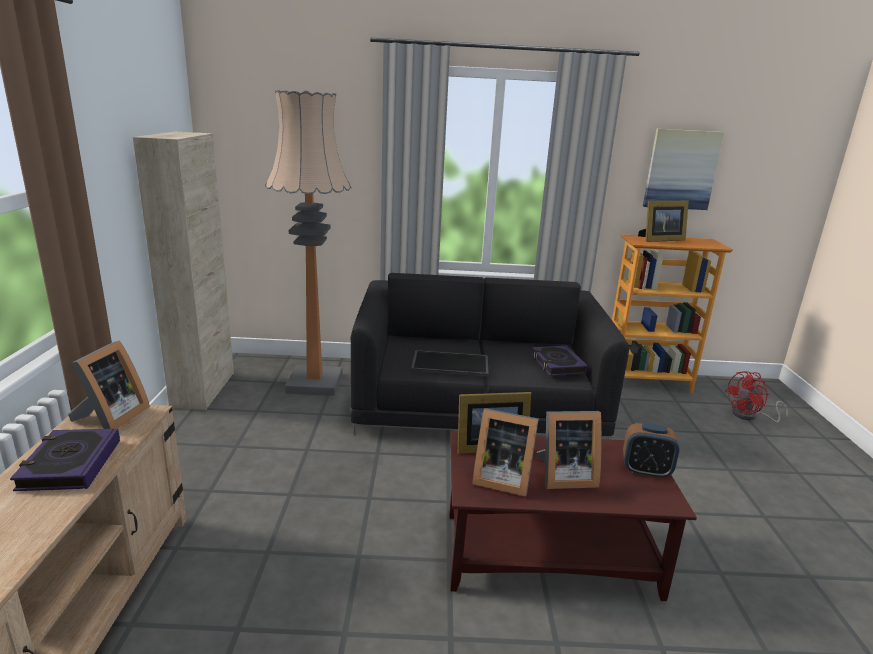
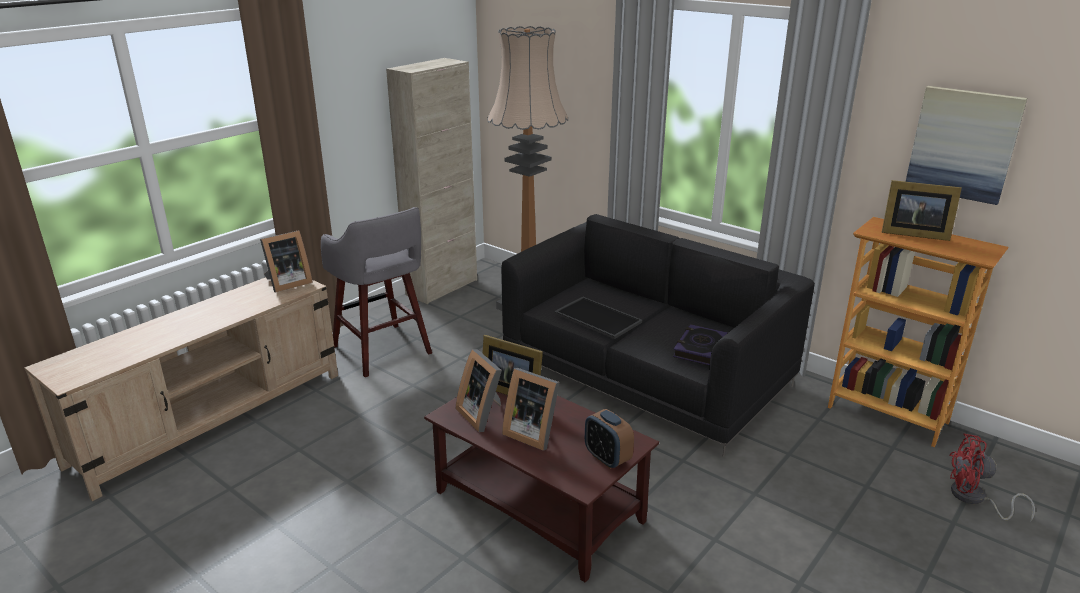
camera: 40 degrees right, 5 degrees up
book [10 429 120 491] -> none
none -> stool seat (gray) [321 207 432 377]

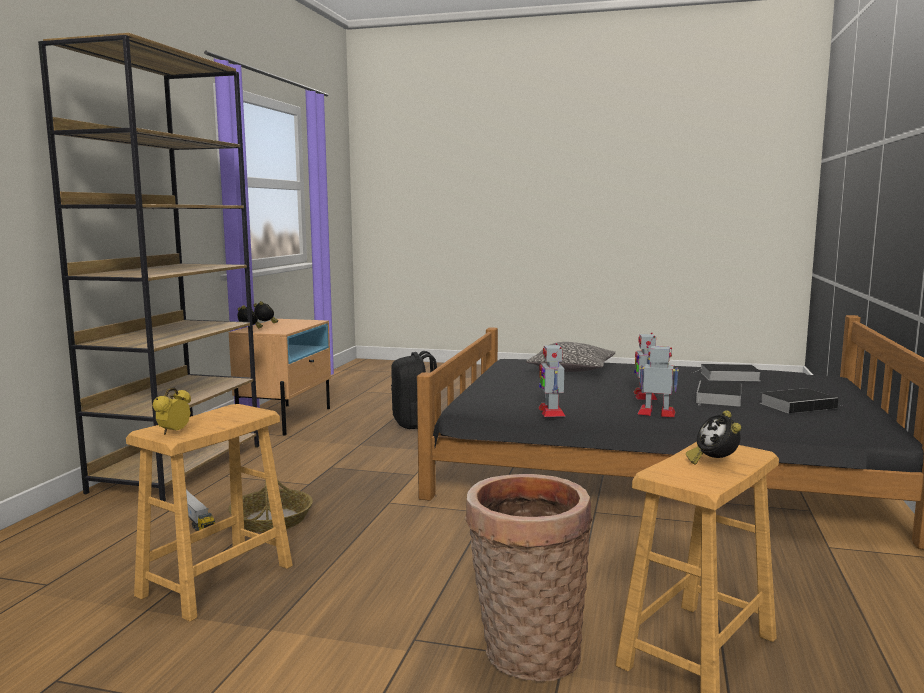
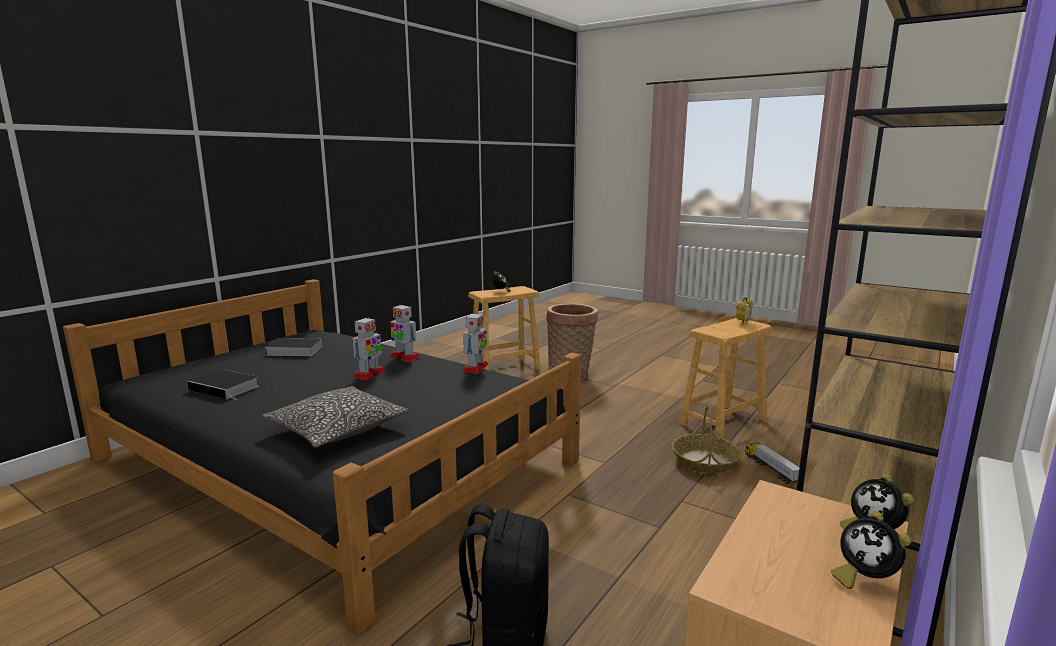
camera: 160 degrees left, 5 degrees up
book [696 380 741 407] -> none

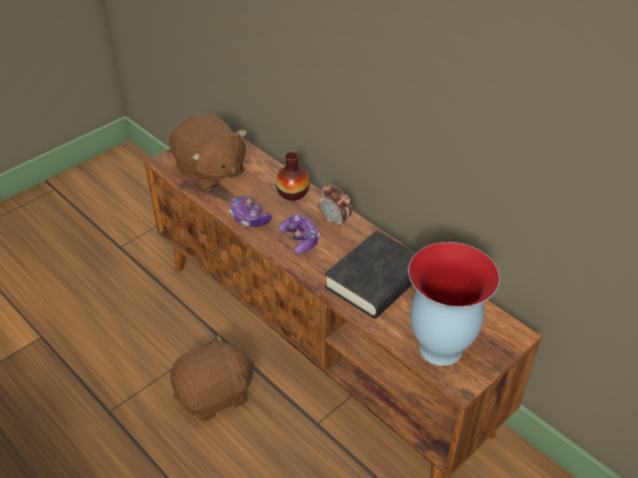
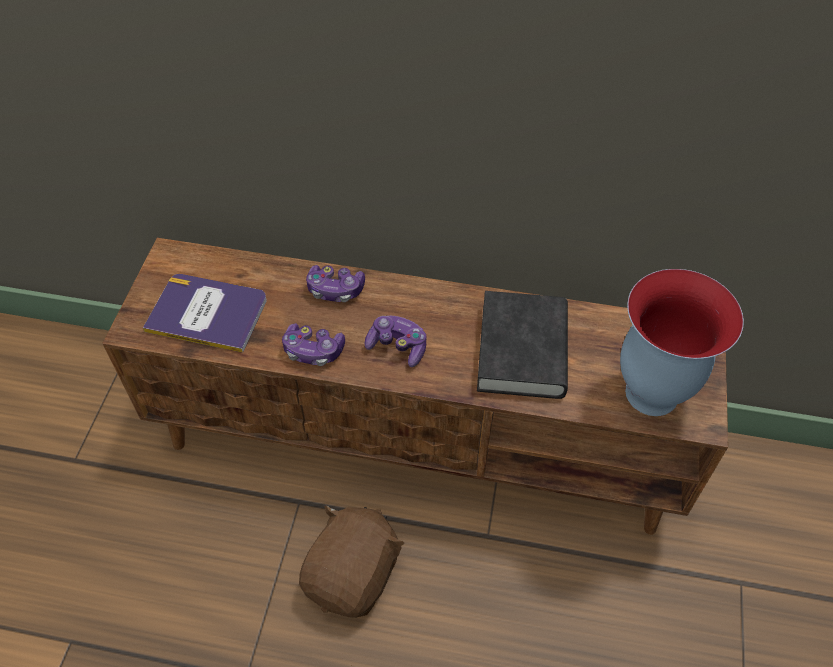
camera: 35 degrees left, 10 degrees up
bedside clock [319 184 352 228] -> none
cuddly toy (brown) [169 114 247 191] -> book [143 274 267 353]
vase [276 152 310 201] -> game controller [306 265 365 302]

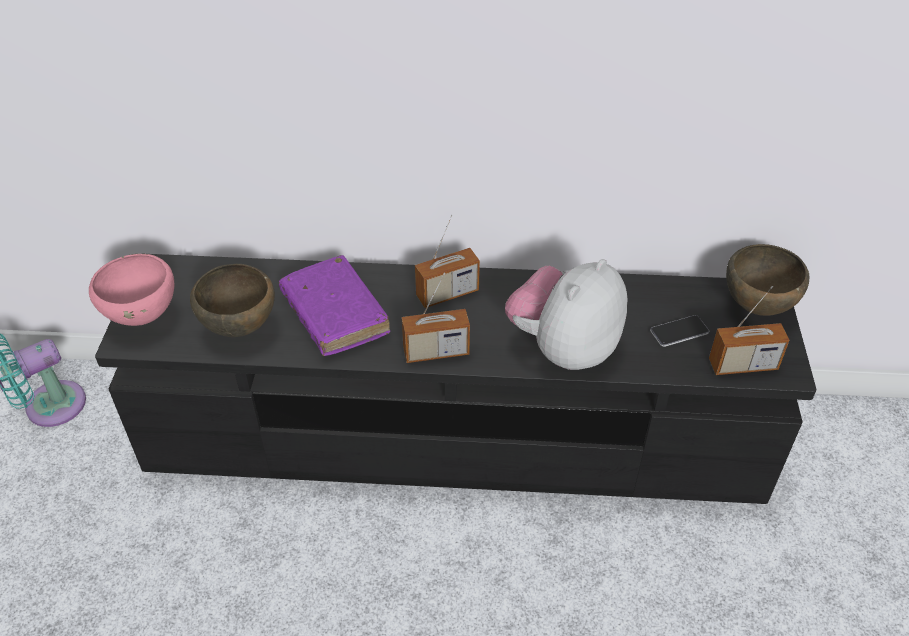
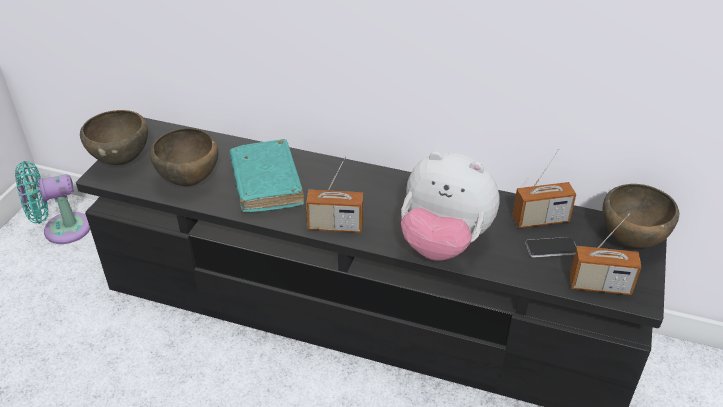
camera: 15 degrees right, 5 degrees down
radio set [415 215 480 308] -> radio set [512 149 576 228], shifted
serving bowl (pink) [89 254 174 326] -> serving bowl (brown) [80 110 148 165]
book (purple-coloured) [279 255 390 356] -> book (turquoise) [229 139 304 212]
cuddly toy [505 259 628 370] -> cuddly toy [401 151 500 261], 120 degrees counterclockwise

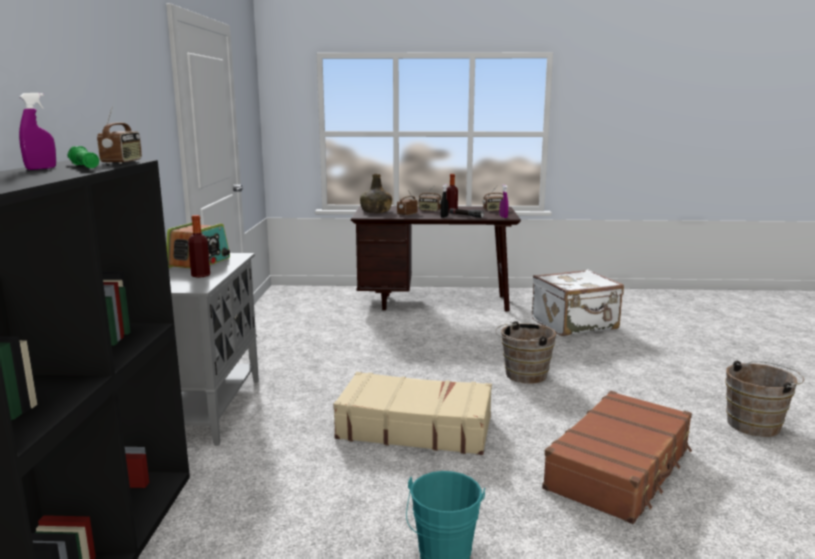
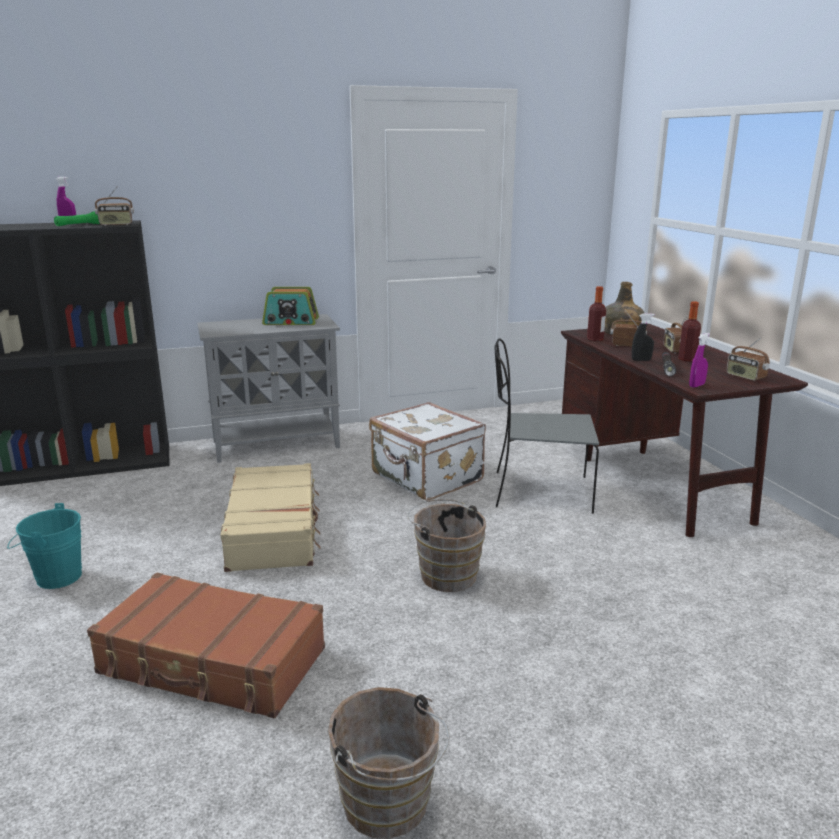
camera: 70 degrees right, 5 degrees up
none -> chair (gray) [494 338 599 514]
drink bottle [188 215 210 278] -> drink bottle [587 286 606 341], shifted
piece of luggage (white) [532 269 624 336] -> piece of luggage (white) [369 402 486 501], shifted

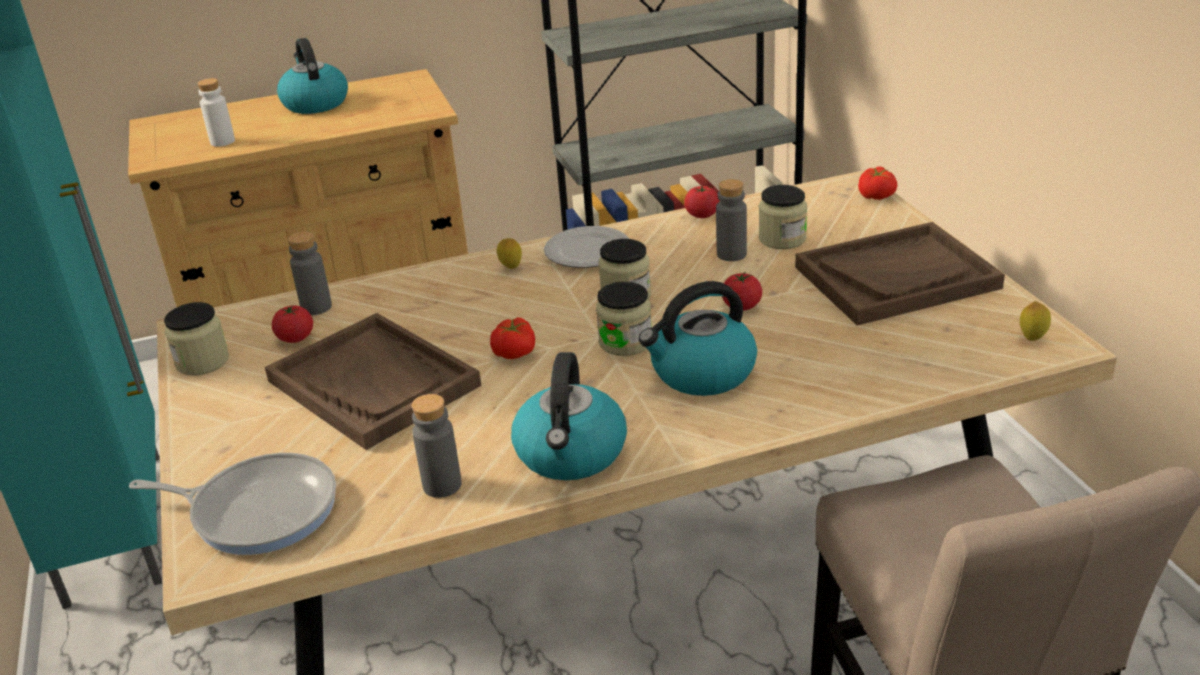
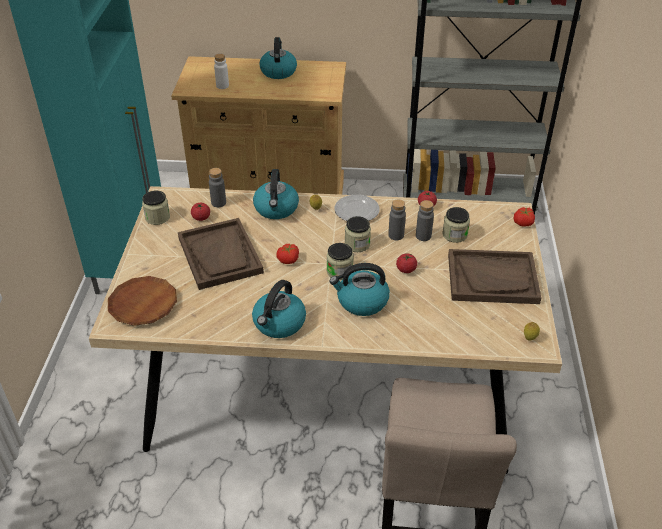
camera: 20 degrees right, 10 degrees up
none -> tea kettle [253 169 299 219]
drink bottle (gray) [411 394 462 498] -> drink bottle (gray) [388 199 406 240], shifted
pan [129 453 336 555] -> dinner plate (brown) [108 276 177 326]

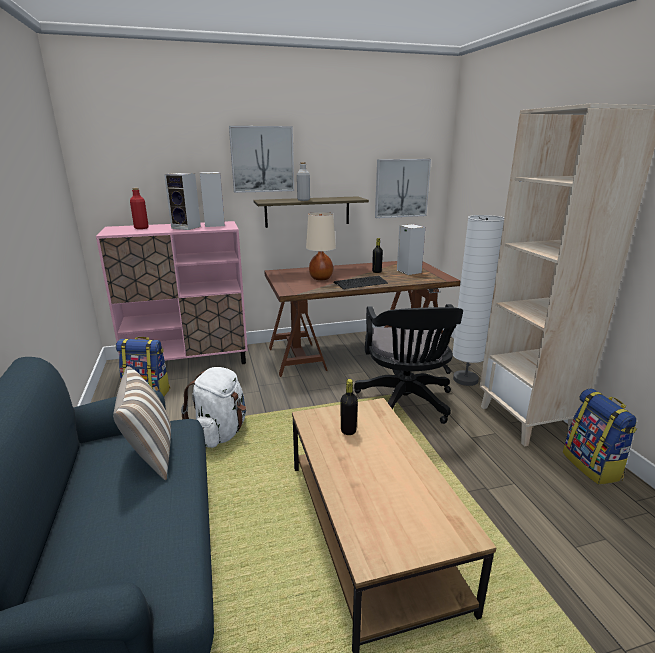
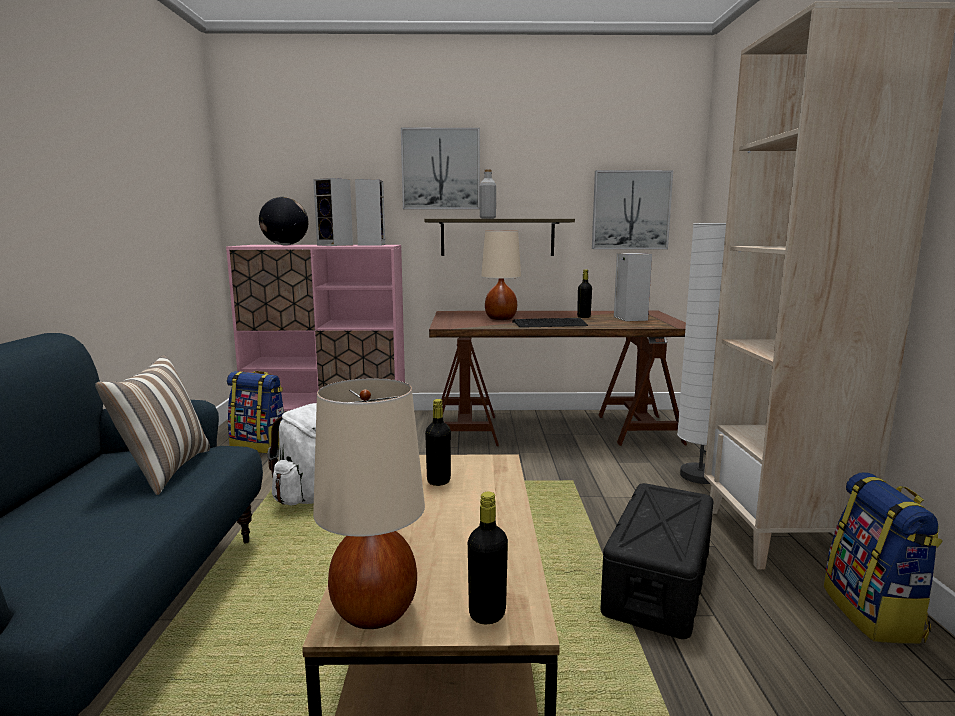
camera: 15 degrees right, 10 degrees down
office chair (black) [354 304 463 424] -> none
none -> tabletop lamp (beige-coloured) [313 378 425 629]
none -> drink bottle (black) [468 492 508 624]
none -> storage container (black) [600 483 713 639]
drink bottle (reddish) [130 188 149 229] -> desk globe [259 197 308 245]

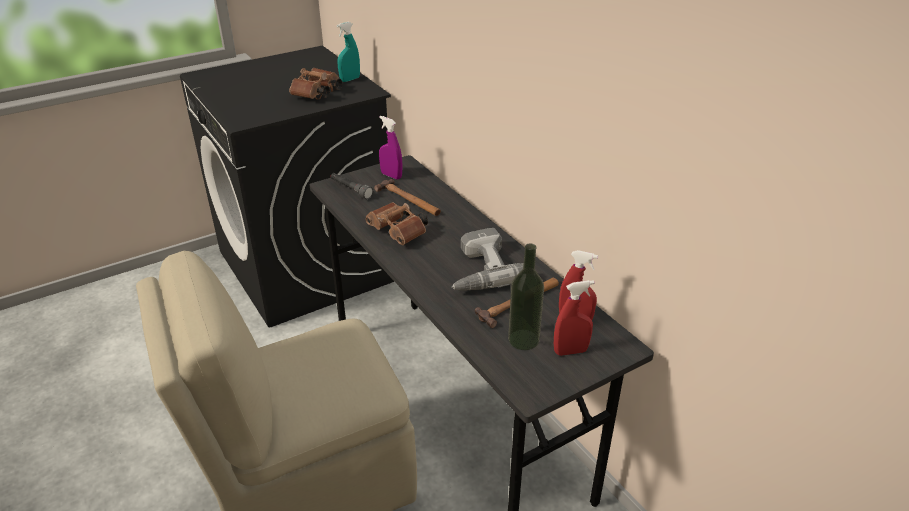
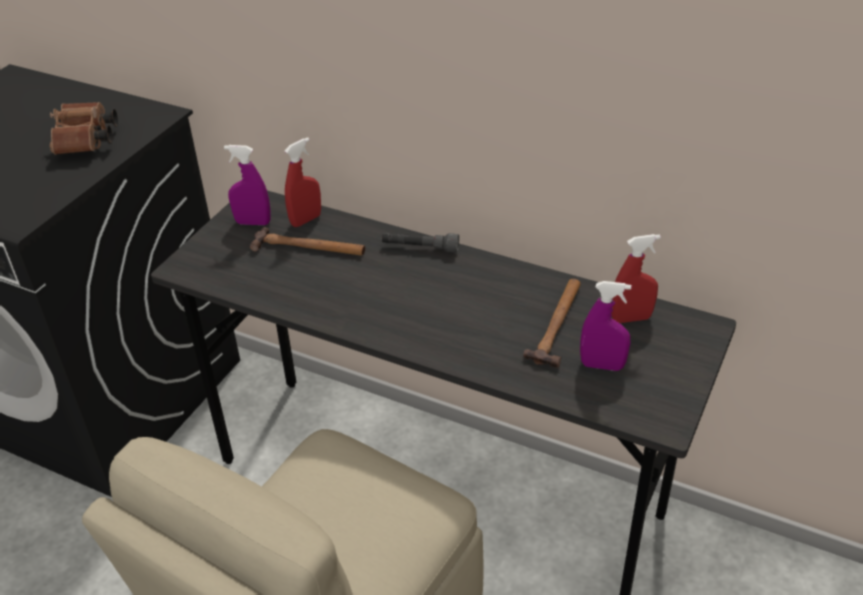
camera: 30 degrees left, 5 degrees up
hand sprayer (turquoise) [337 22 360 82] -> none
binoculars (brown) [365 202 428 245] -> none
electric drill [452 228 524 291] -> none
hand torch (gray) [331 173 373 199] -> hand torch (gray) [382 233 459 253], shifted
hand sprayer (reddish) [554 280 595 356] -> hand sprayer (reddish) [284 137 321 227], shifted
drink bottle [508 243 544 350] -> hand sprayer (purple-coloured) [580 281 631 371]

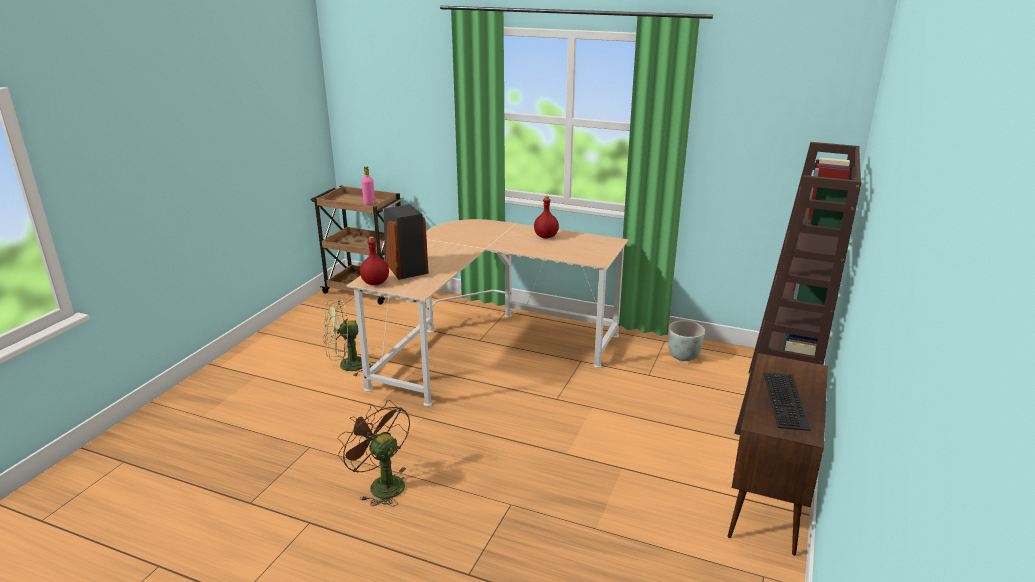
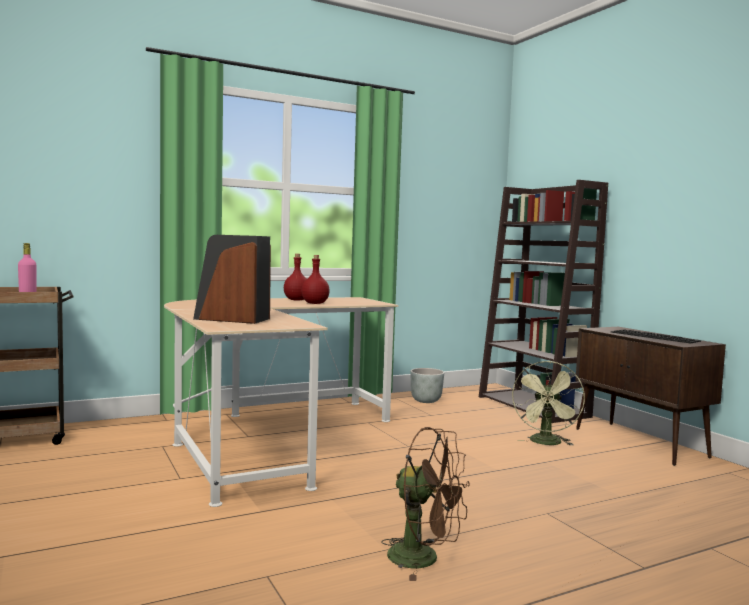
camera: 50 degrees left, 20 degrees down
fan (greenish) [323 300 375 377] -> fan (greenish) [512 361 585 446], shifted
drink bottle (reddish) [360 237 389 285] -> drink bottle (reddish) [301 255 330 304], shifted
fan (brown) [338 400 410 506] -> fan (brown) [382 427 470 581], 150 degrees counterclockwise

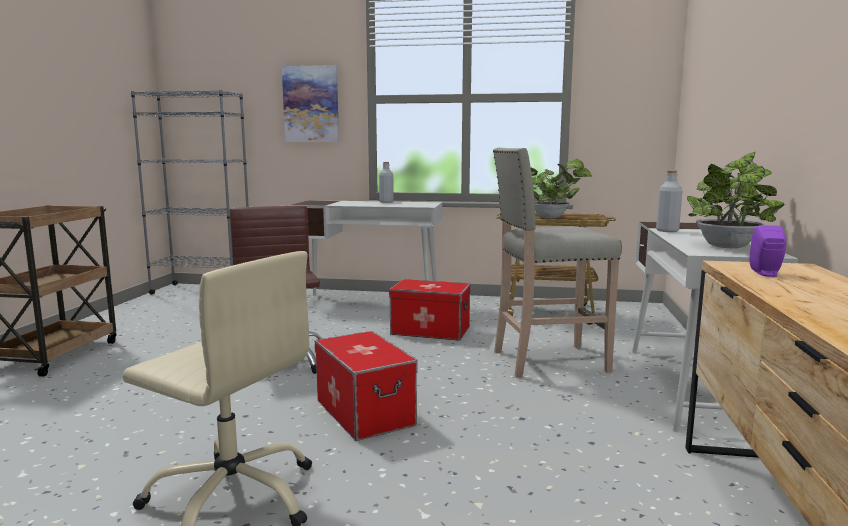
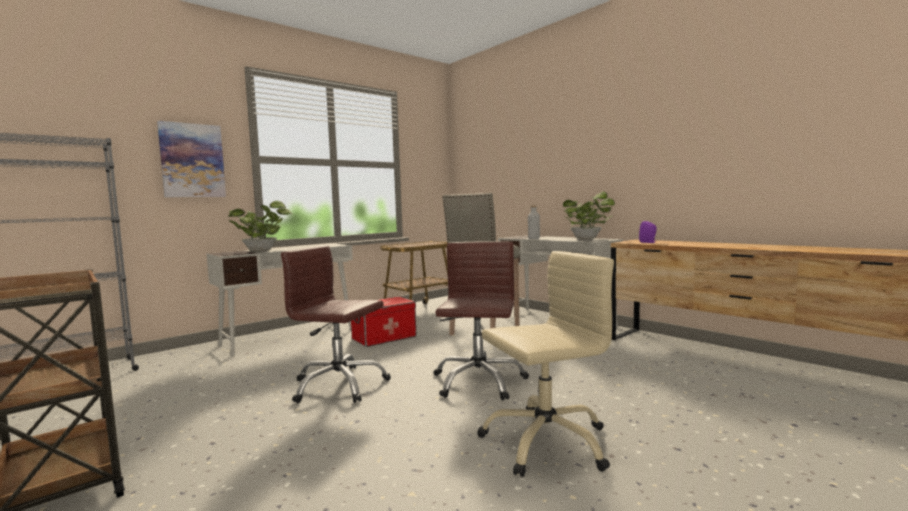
camera: 50 degrees left, 5 degrees down
drink bottle (gray) [379 162 394 203] -> none
plant in a pot [531 159 592 219] -> plant in a pot [228 201 293 252], shifted
storage container [315 331 418 441] -> office chair (brown) [434 241 529 400]

